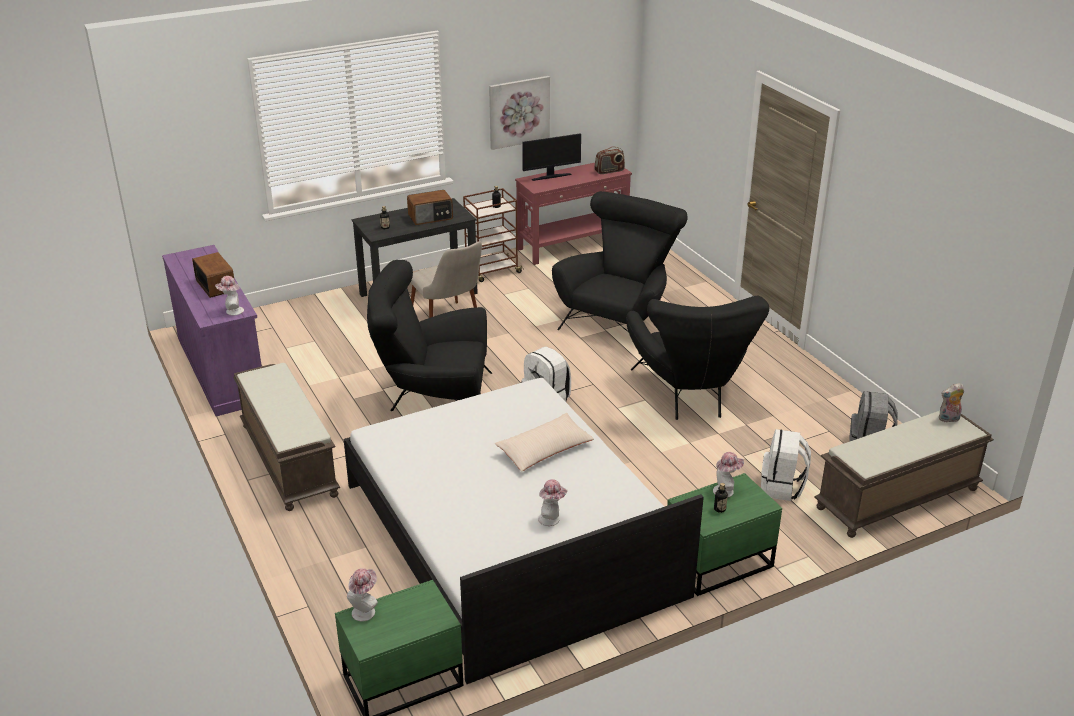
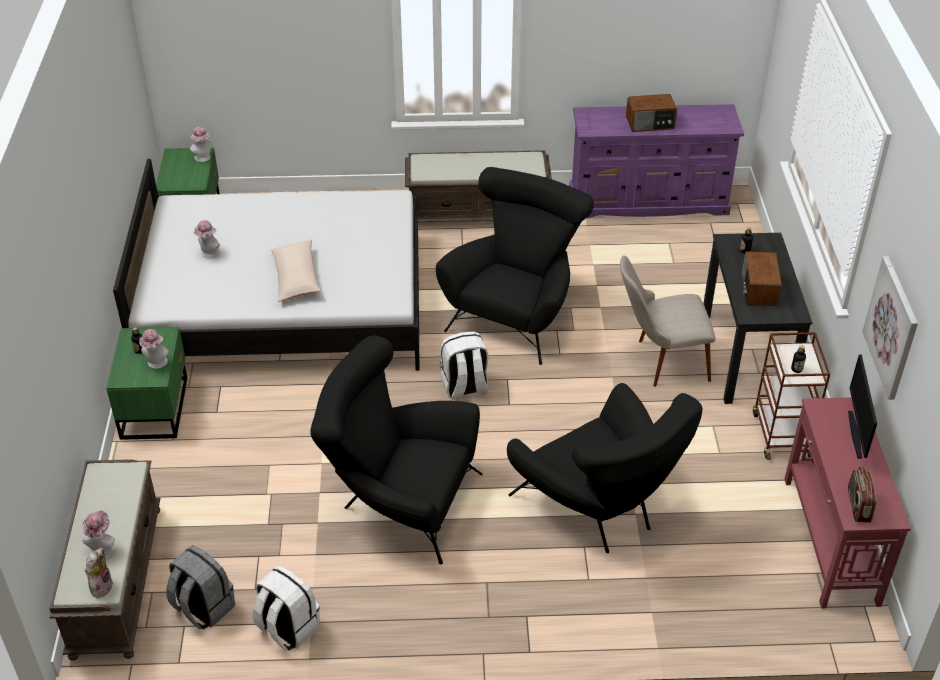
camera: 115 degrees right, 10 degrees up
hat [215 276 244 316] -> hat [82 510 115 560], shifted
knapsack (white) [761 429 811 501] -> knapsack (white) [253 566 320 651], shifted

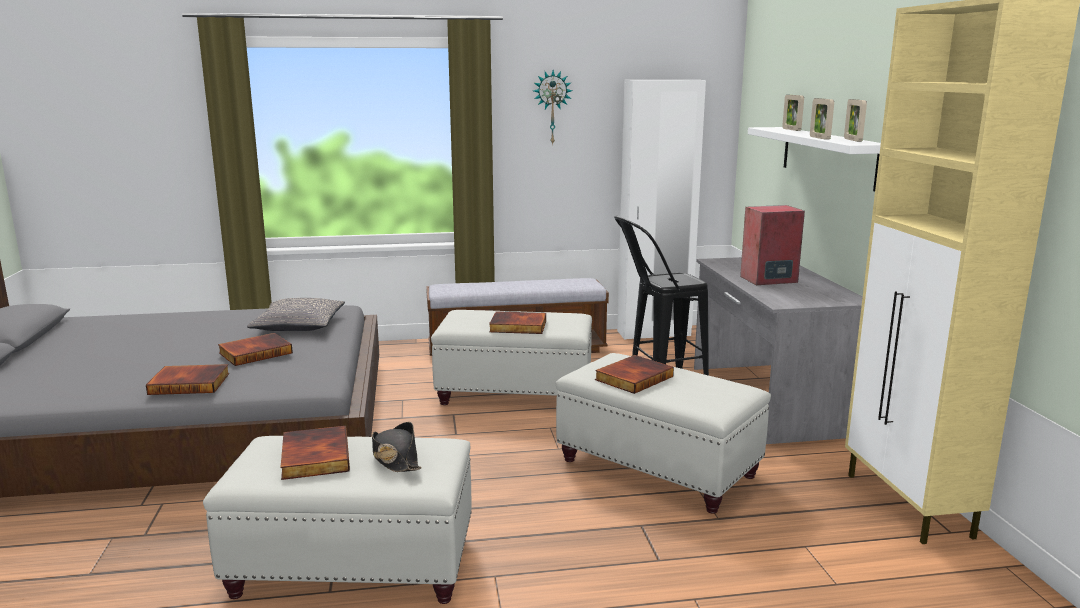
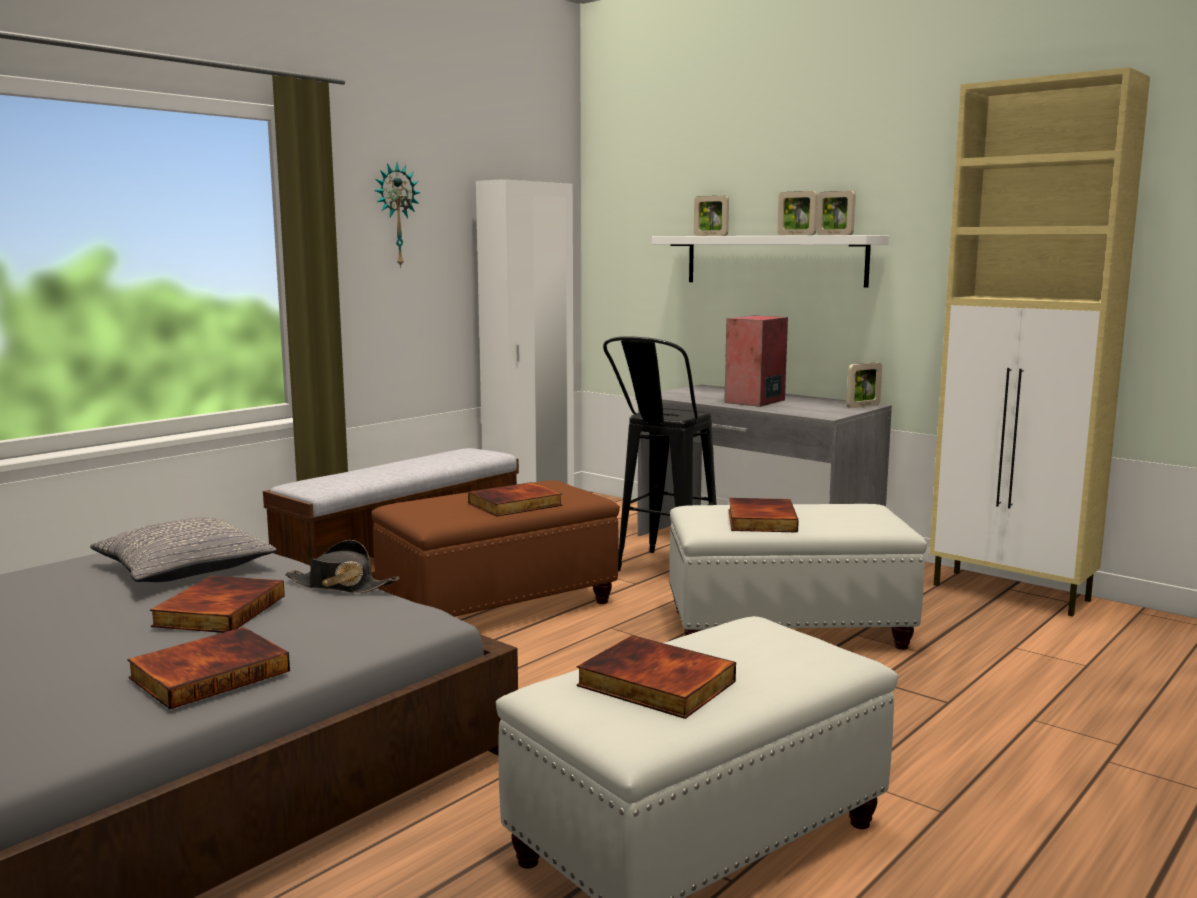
camera: 40 degrees left, 5 degrees down
none -> picture frame [846 362 882 408]
hat (black) [372 422 422 472] -> hat (black) [285 540 399 593], shifted
pouffe (white) [431 310 592 405] -> pouffe (brown) [371 480 620 617]

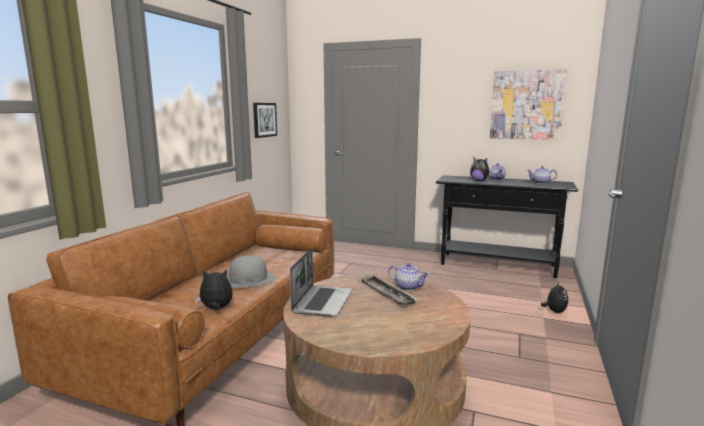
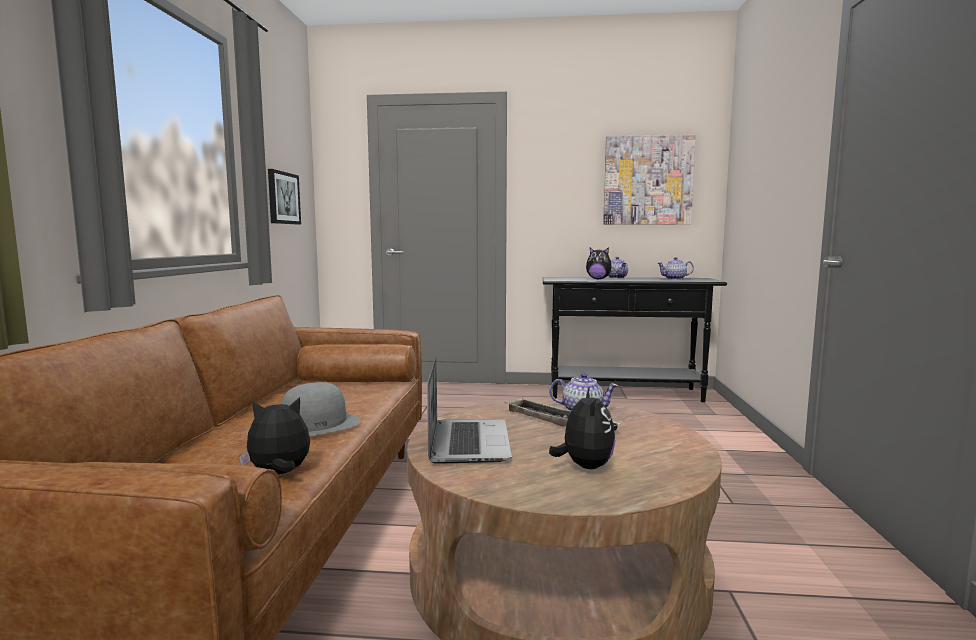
camera: 15 degrees left, 5 degrees down
cuddly toy [541 282 568 313] -> cuddly toy [549 387 615 469], shifted

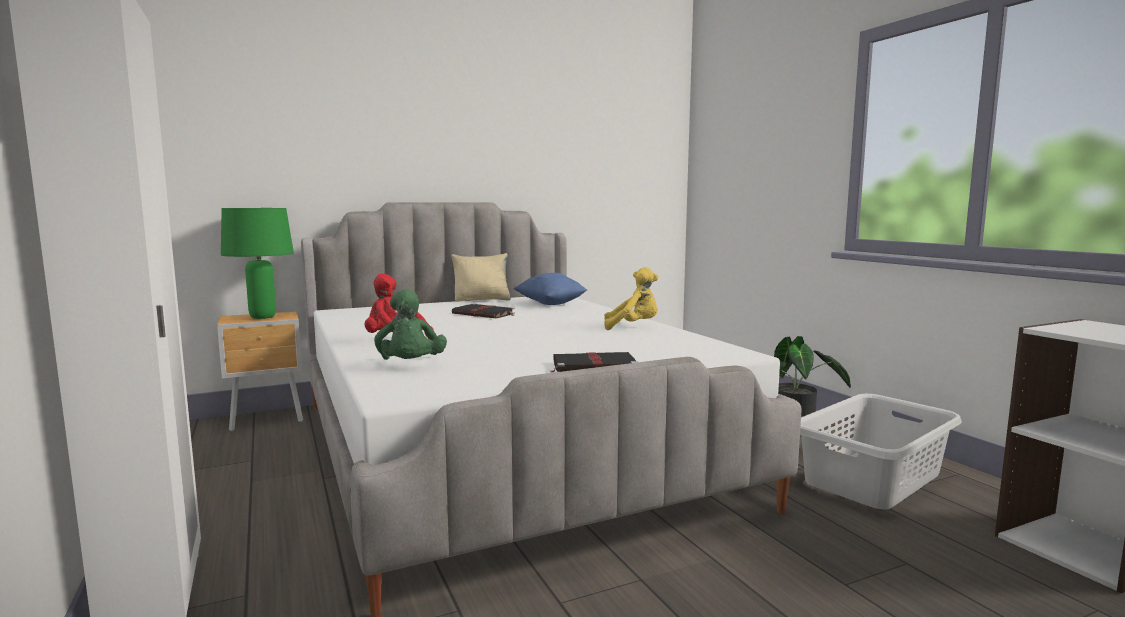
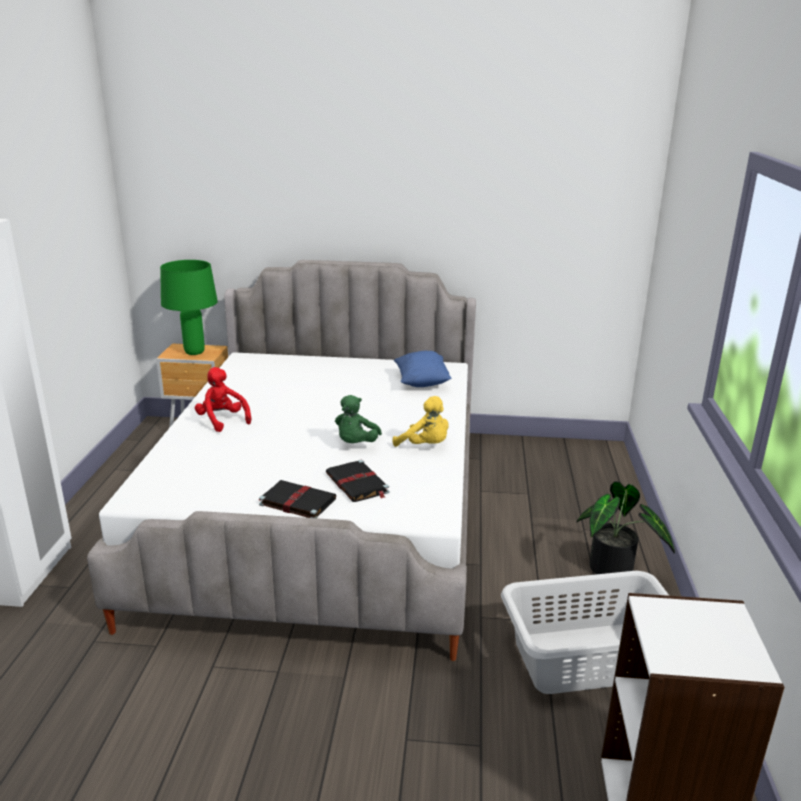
camera: 30 degrees right, 15 degrees up
cushion (beige-coloured) [451 253 511 302] -> none
cuddly toy (greenish) [374 289 447 360] -> cuddly toy (greenish) [335 395 382 443], shifted
book (black) [452 303 515 318] -> book (black) [326 460 390 502], shifted

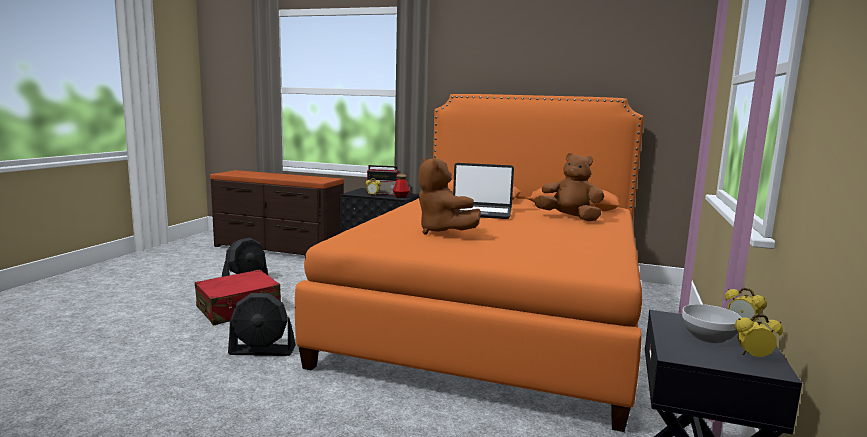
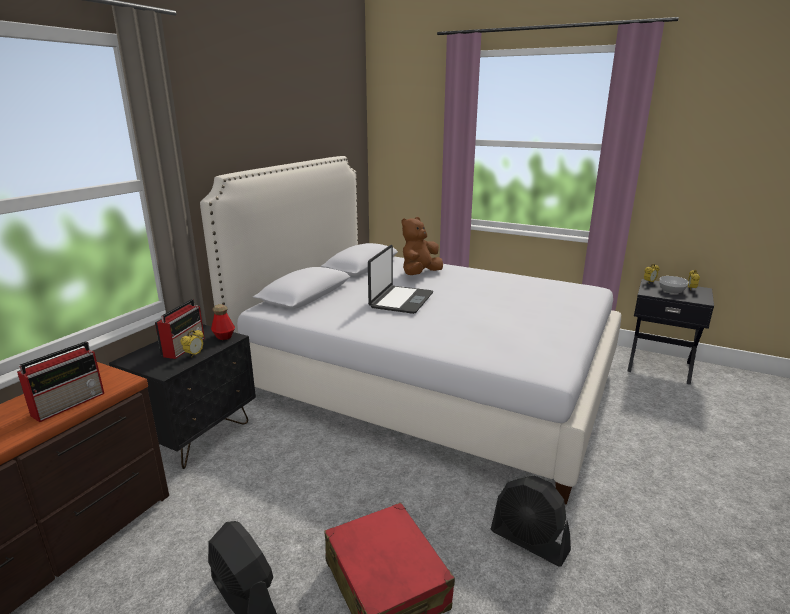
camera: 80 degrees left, 10 degrees up
cuddly toy (brown) [418 157 481 235] -> none
none -> radio set [17 341 104 422]
sleeping bed (orange) [295 94 644 432] -> sleeping bed (white) [200 156 621 505]
fan (black) [228 293 296 356] -> fan (black) [491 475 571 567], 120 degrees clockwise

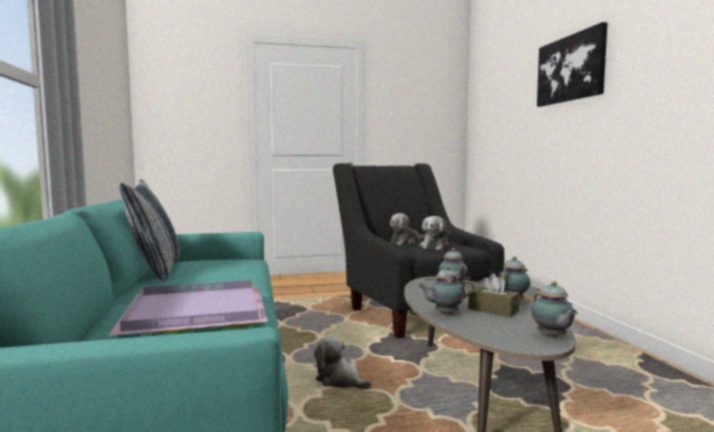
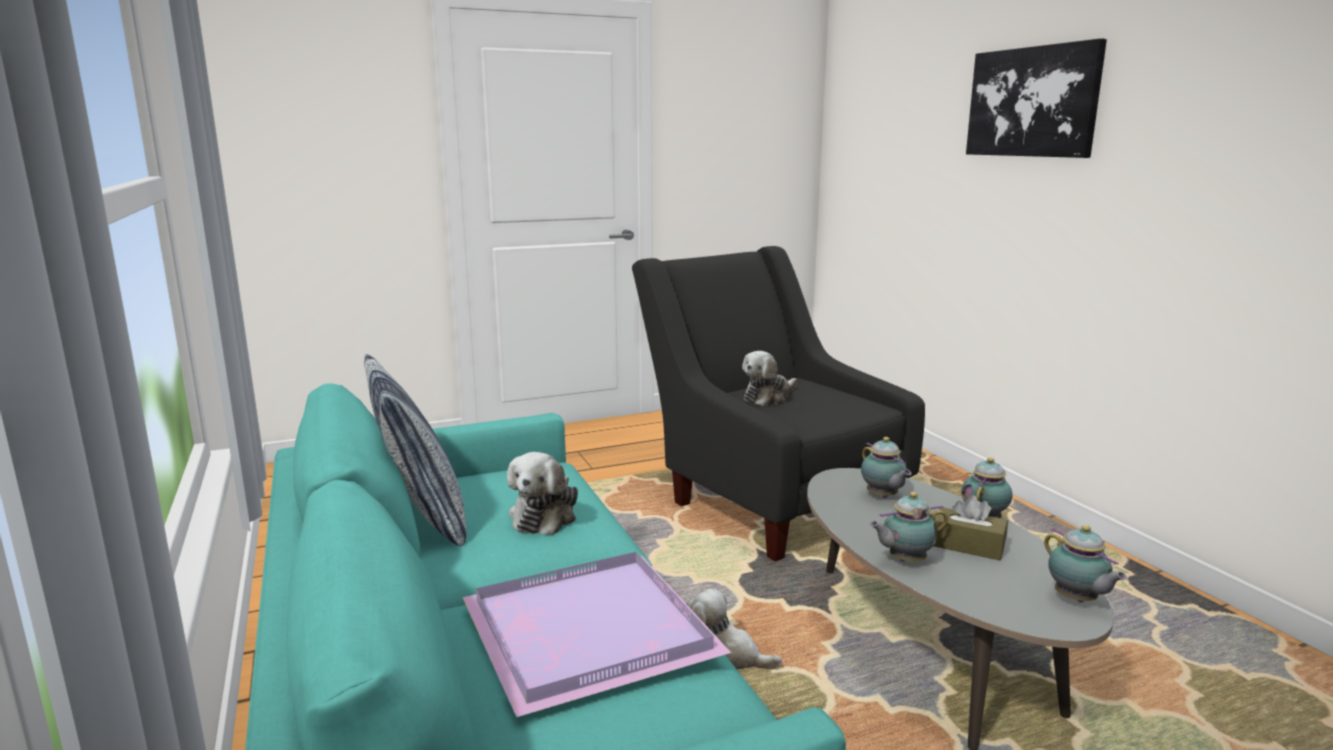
camera: 10 degrees left, 10 degrees up
cuddly toy [420 216 451 250] -> cuddly toy [507 452 578 535], shifted

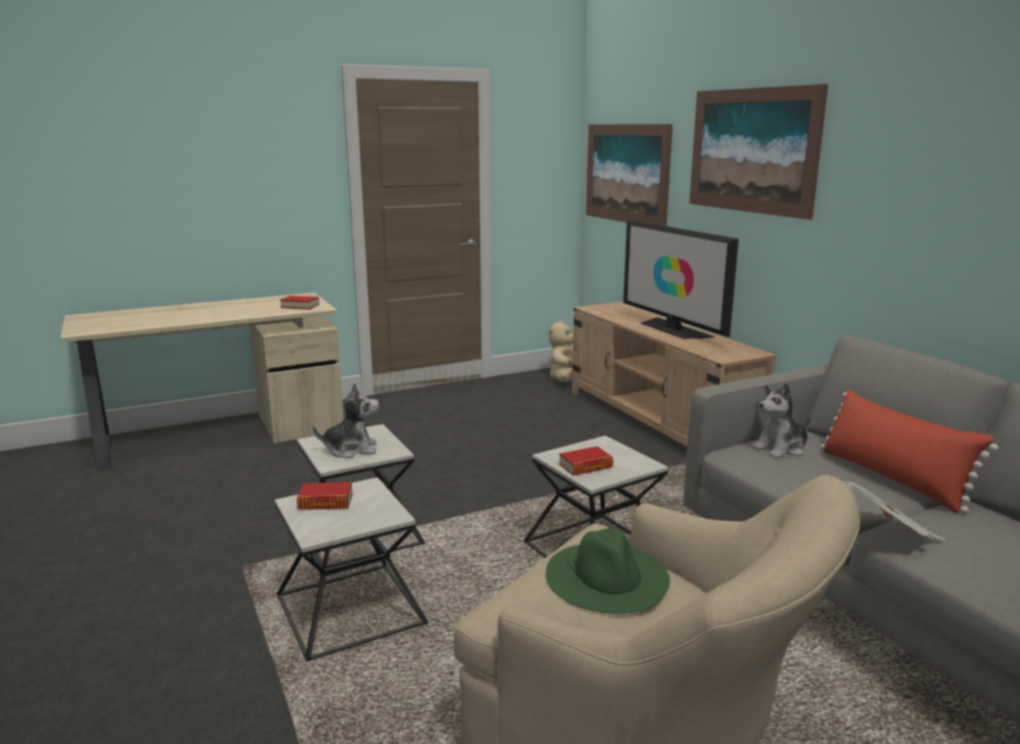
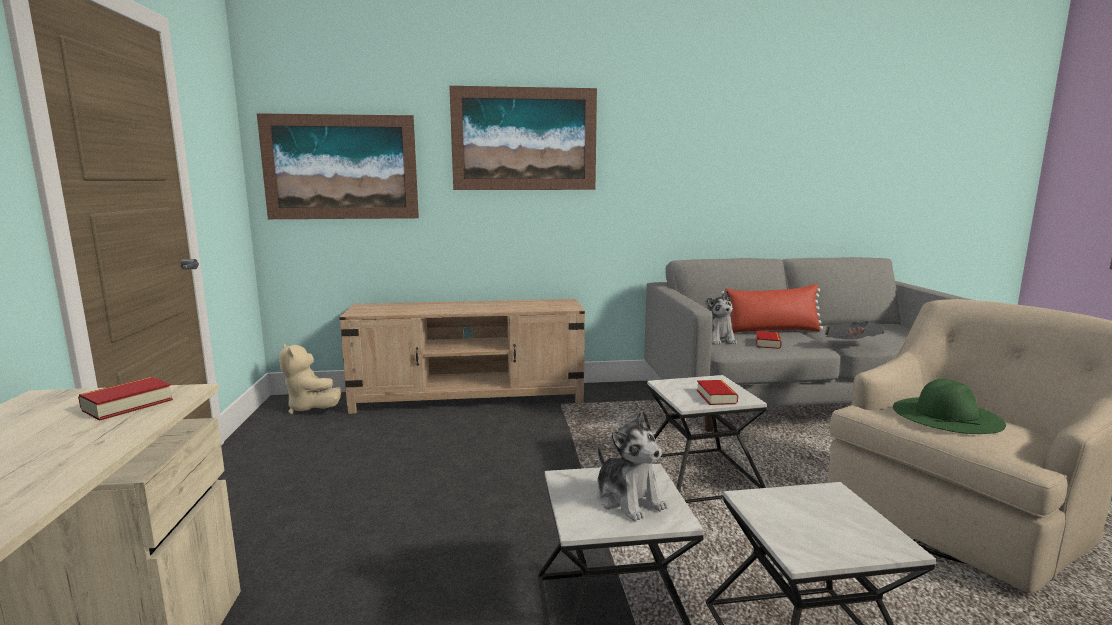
camera: 70 degrees left, 5 degrees down
television [623 220 739 339] -> none
book [297 482 353 510] -> book [756 331 782 349], shifted
cuddly toy [313 383 379 458] -> cuddly toy [597 410 668 522], 135 degrees clockwise

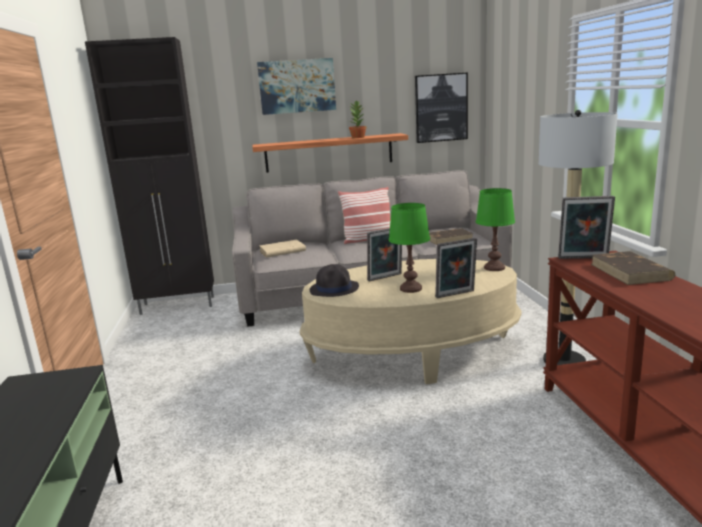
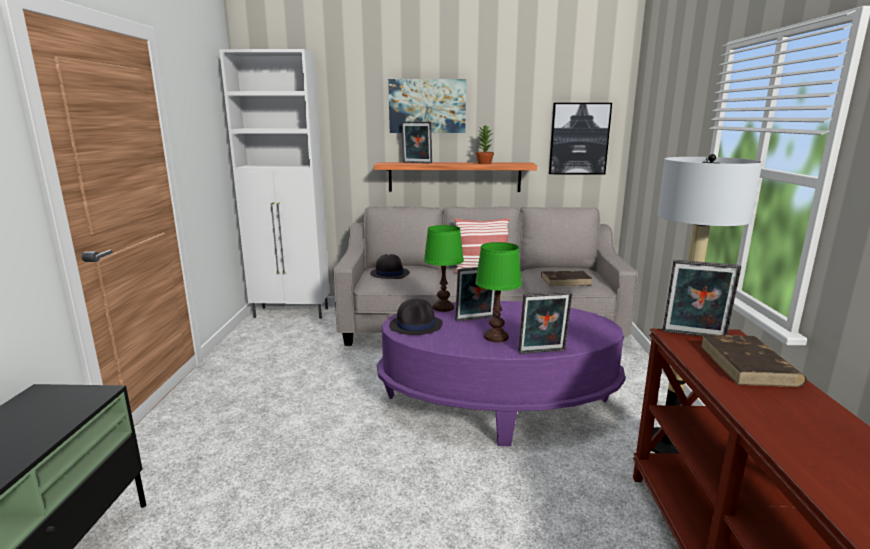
camera: 10 degrees right, 0 degrees up
none -> picture frame [401 121 432 163]
tabletop lamp (greenish) [476 188 515 271] -> tabletop lamp (greenish) [424 225 464 312], shifted
book (beige-coloured) [260 239 306 258] -> hat (black) [370 254 410 279]
storage cabinet (black) [85 37 214 315] -> storage cabinet (white) [219 49 330 319]
lounge table (beige-coloured) [300 259 522 384] -> lounge table (purple-coloured) [377 301 625 446]

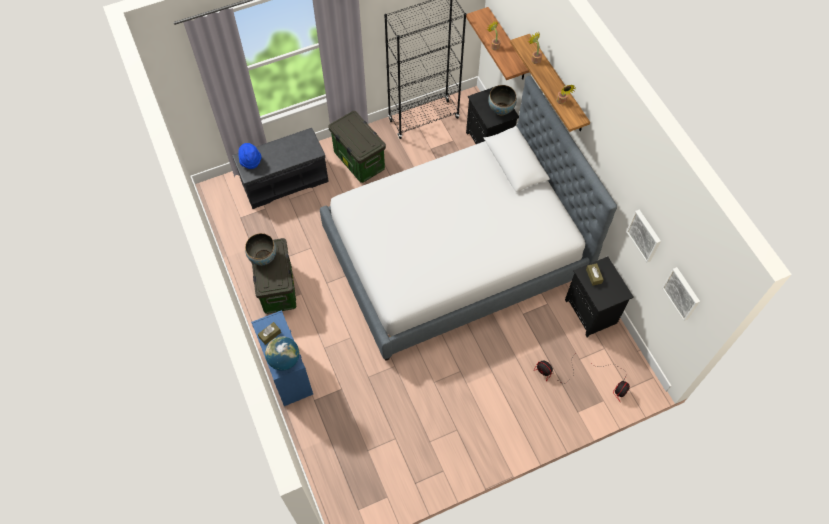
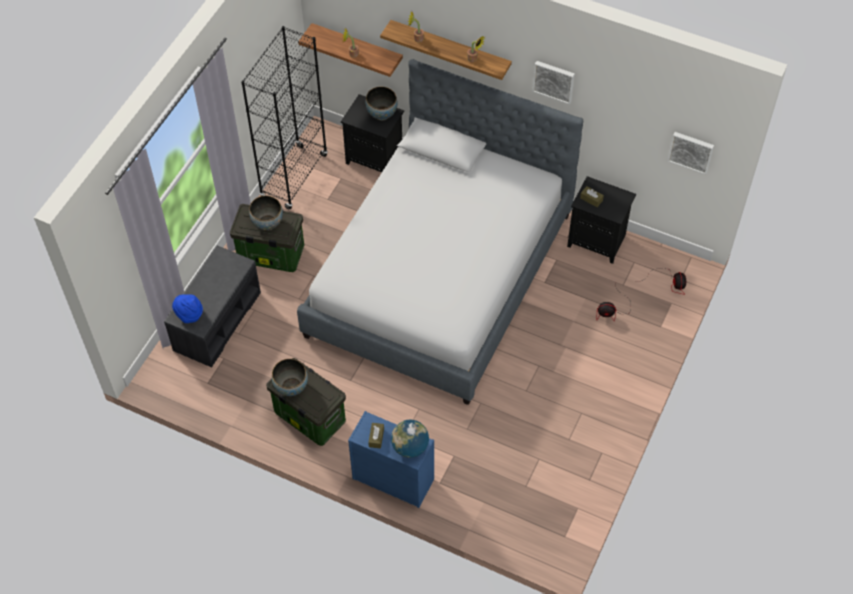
camera: 40 degrees left, 5 degrees down
none -> serving bowl [249 196 283 231]
wall art [626 209 661 262] -> wall art [533 61 575 105], shifted

